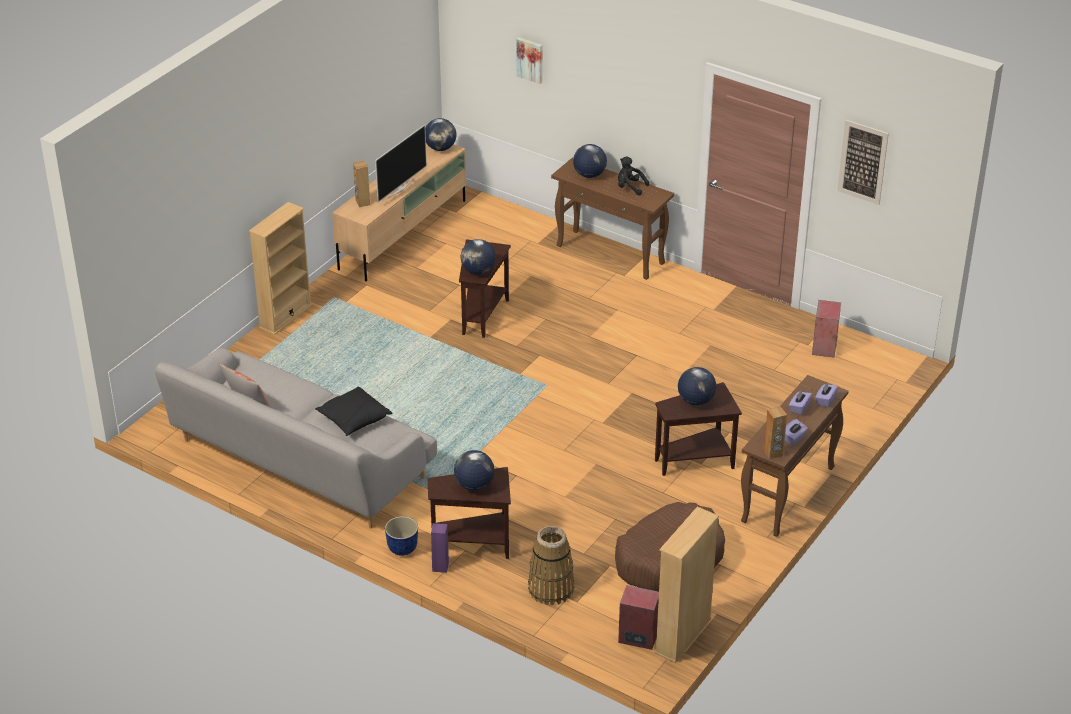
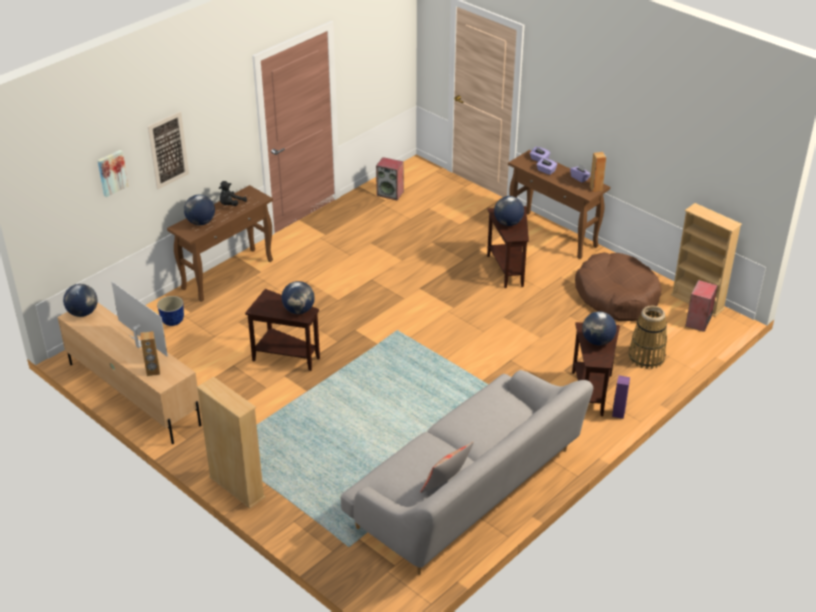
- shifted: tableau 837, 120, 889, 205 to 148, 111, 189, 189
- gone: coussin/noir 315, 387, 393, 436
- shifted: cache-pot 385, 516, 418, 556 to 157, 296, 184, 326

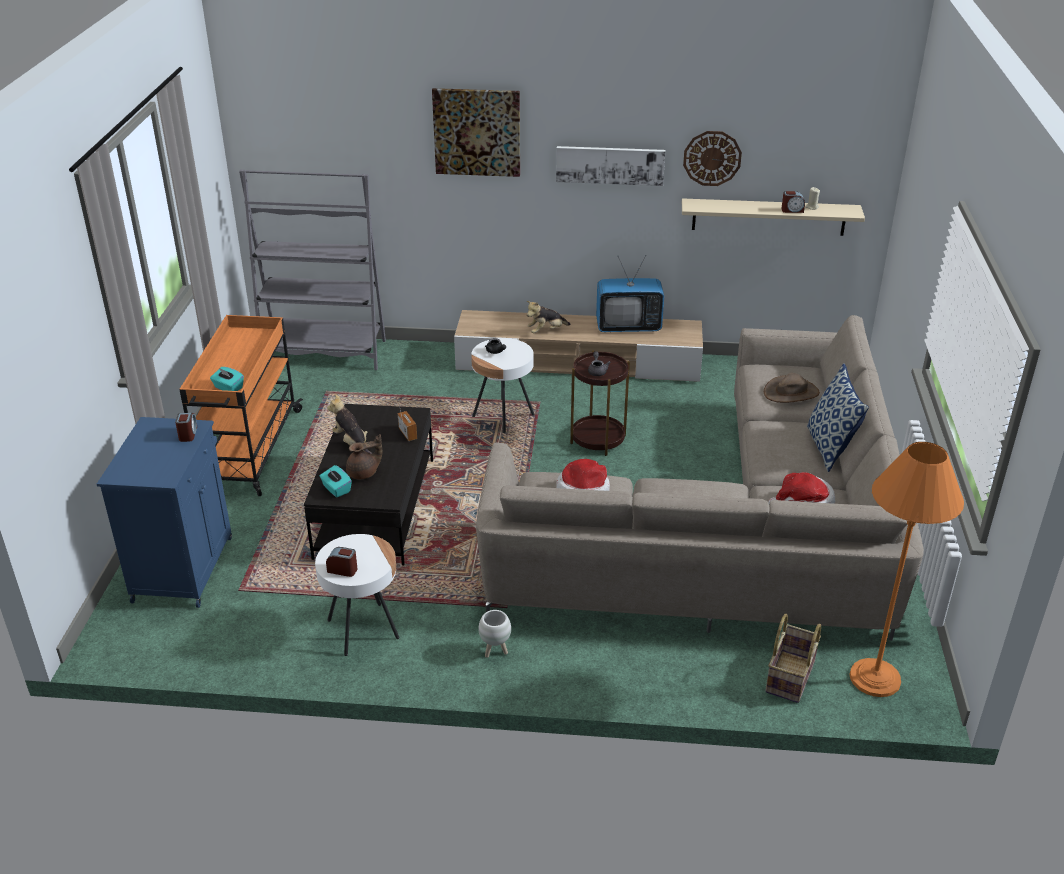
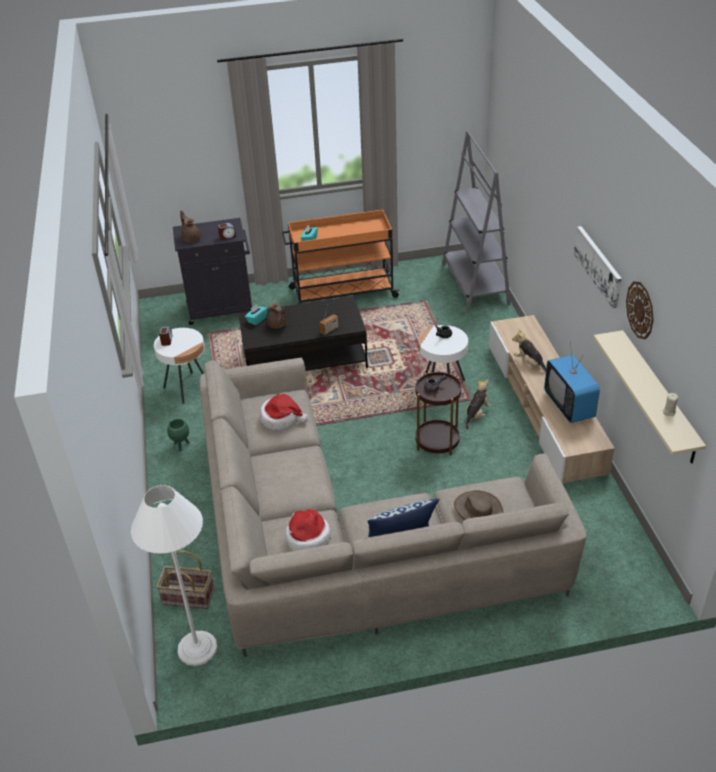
- gone: tableau 432, 88, 520, 177
- gone: réveil 781, 191, 805, 213
- shifted: peluche 327, 394, 372, 454 to 465, 379, 491, 429
- repainted: meuble de rangement/bleu 97, 417, 232, 608 to meuble de rangement/noir 173, 218, 252, 325
- repainted: lampadaire/orange 850, 442, 964, 697 to lampadaire/blanc 131, 485, 218, 666
- repainted: cache-pot/blanc 478, 610, 511, 658 to cache-pot/vert 167, 419, 190, 451
- new: théière/marron 180, 210, 201, 243

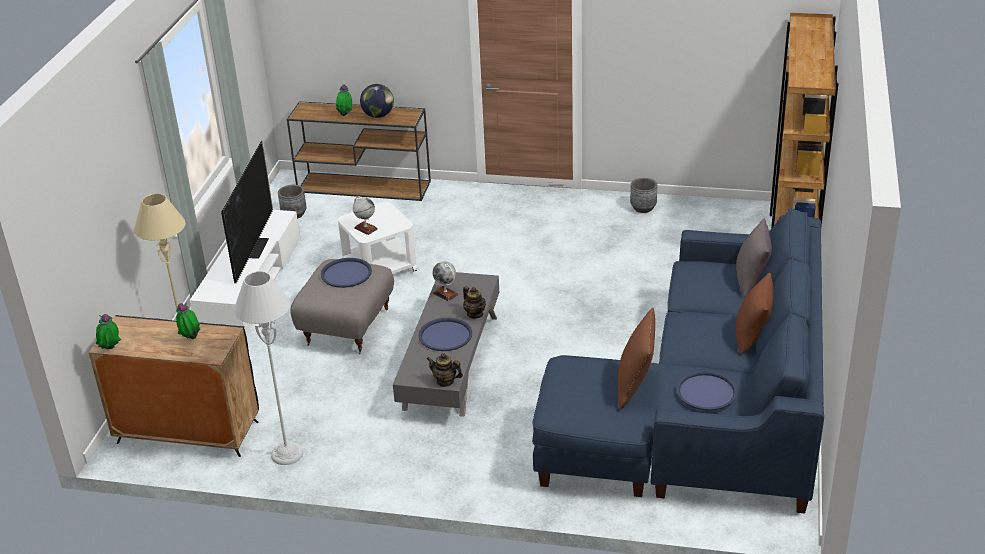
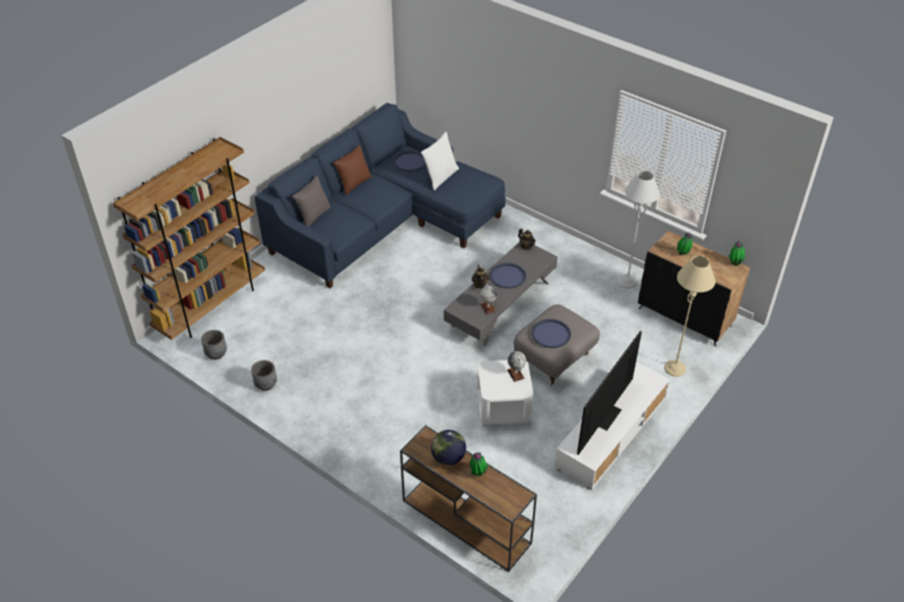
- shifted: cache-pot/gris 278, 185, 307, 219 to 201, 330, 227, 360
- repainted: coussin/marron 618, 308, 655, 410 to coussin/blanc 421, 132, 459, 190

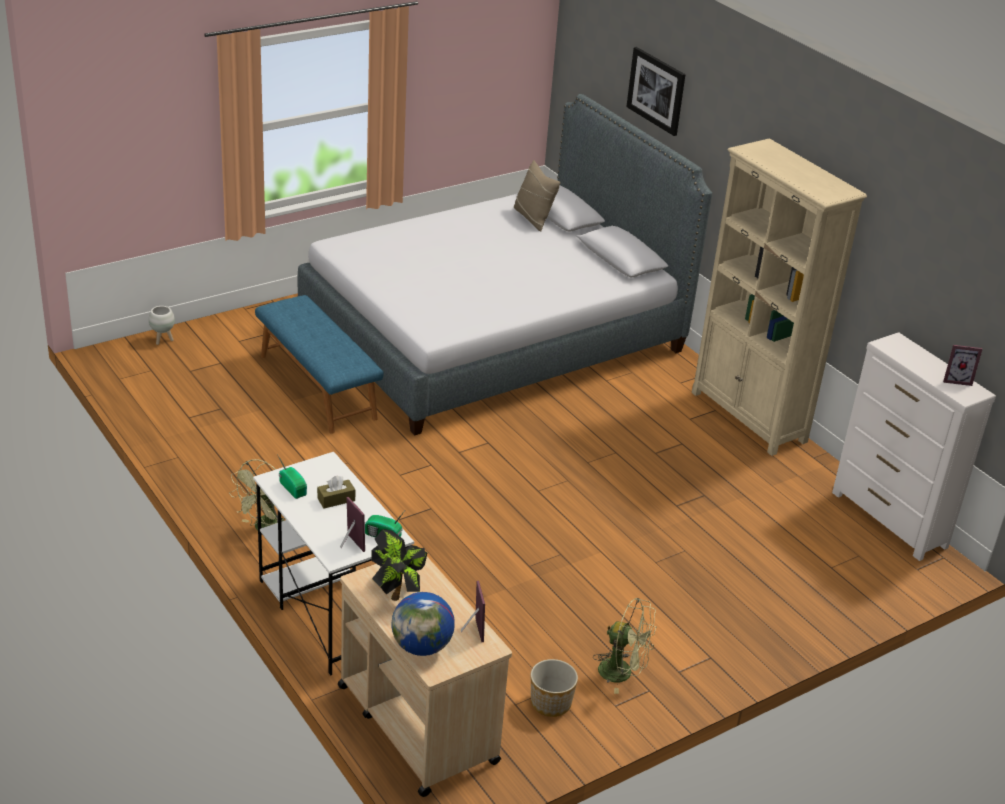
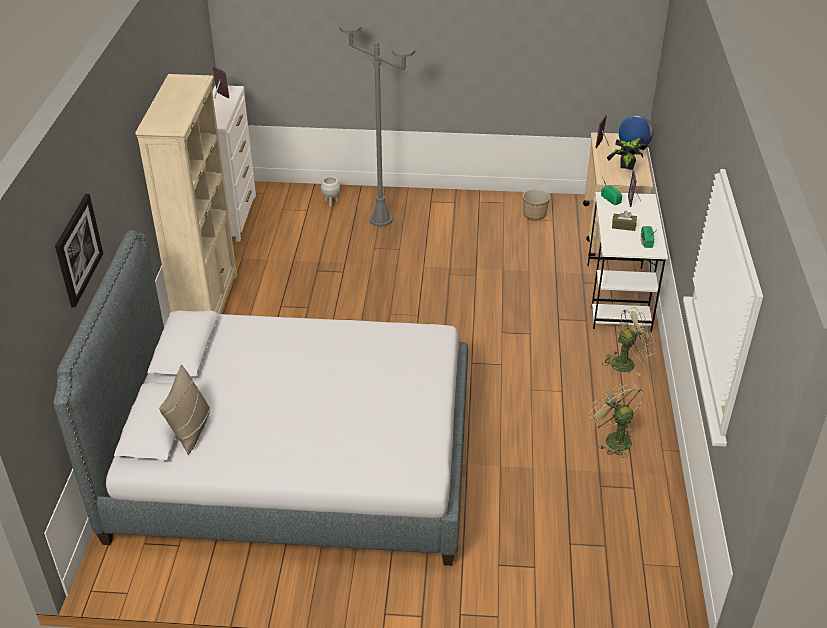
- gone: banc/bleu 255, 295, 384, 434
- shifted: cache-pot/blanc 149, 306, 175, 345 to 321, 177, 340, 207
- shifted: ventilateur/vert 593, 598, 657, 694 to 589, 381, 644, 458
- new: lampadaire/gris 339, 22, 415, 227

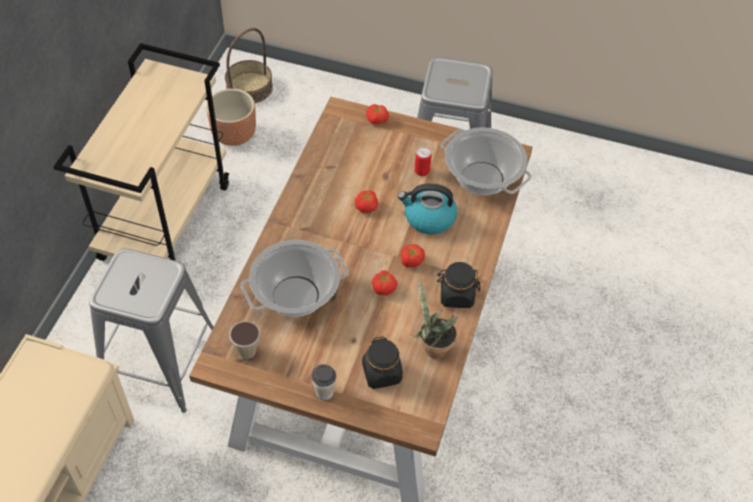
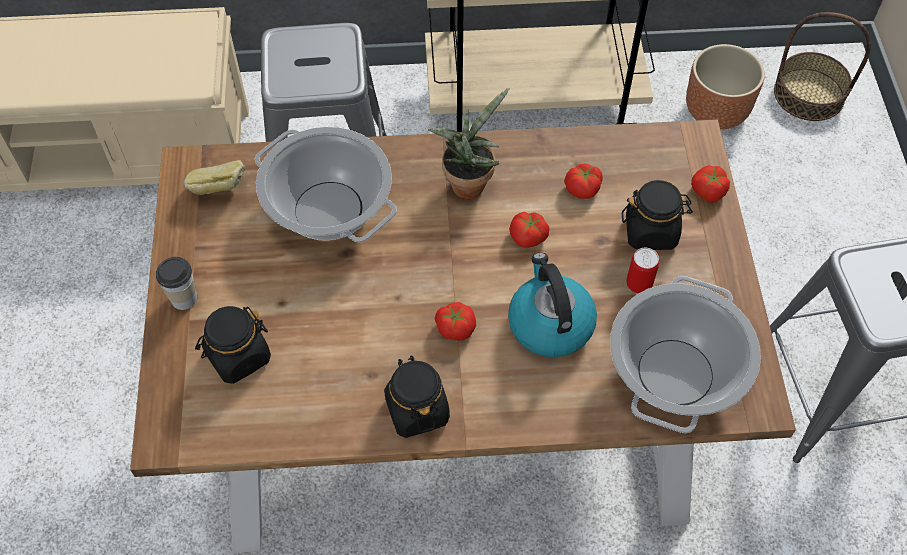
- shifted: tomate 372, 270, 397, 296 to 564, 164, 603, 199
- shifted: plante en pot 415, 280, 458, 359 to 428, 88, 510, 199
- swapped: tasse 229, 321, 260, 359 to pain 184, 160, 245, 195
- new: bocal/noir 622, 180, 693, 250

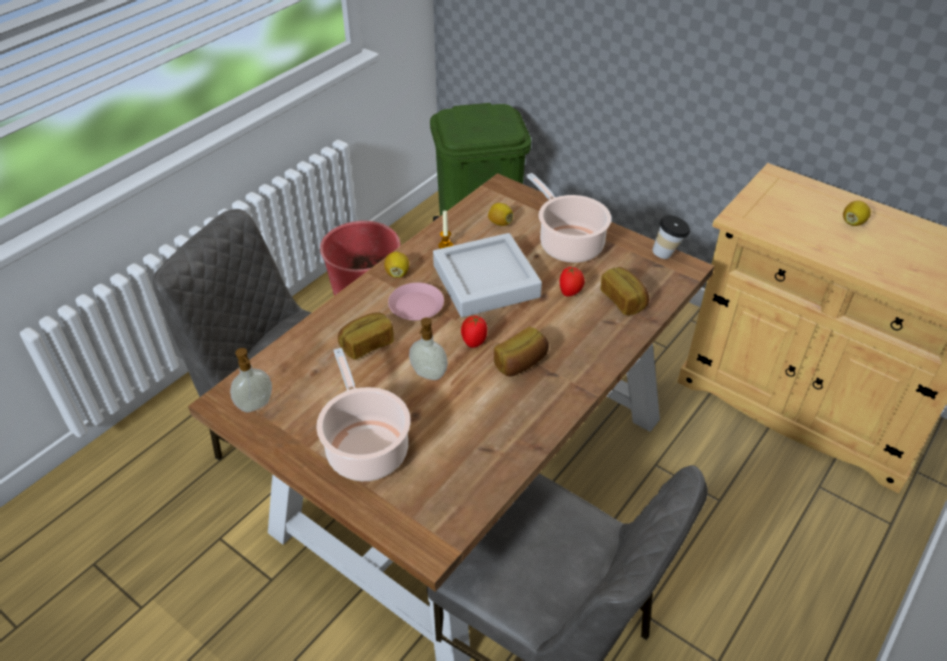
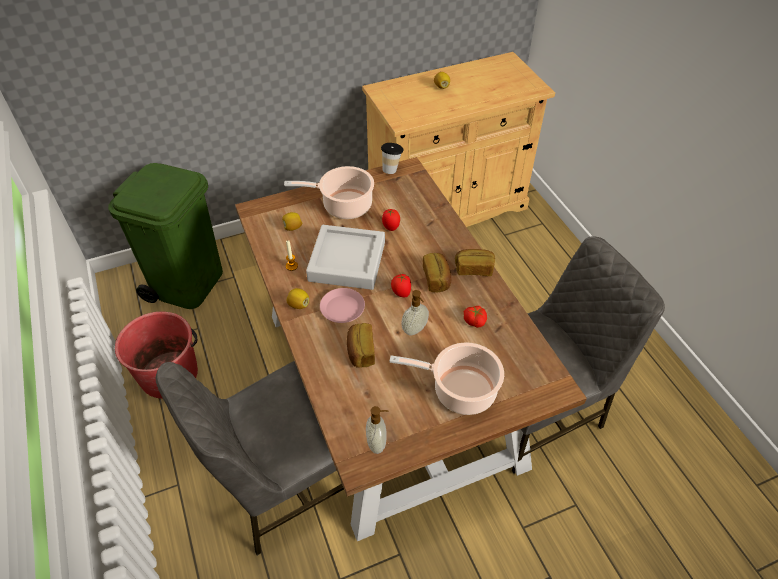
- shifted: pain 600, 267, 649, 315 to 455, 249, 495, 276
- new: tomate 464, 306, 487, 328

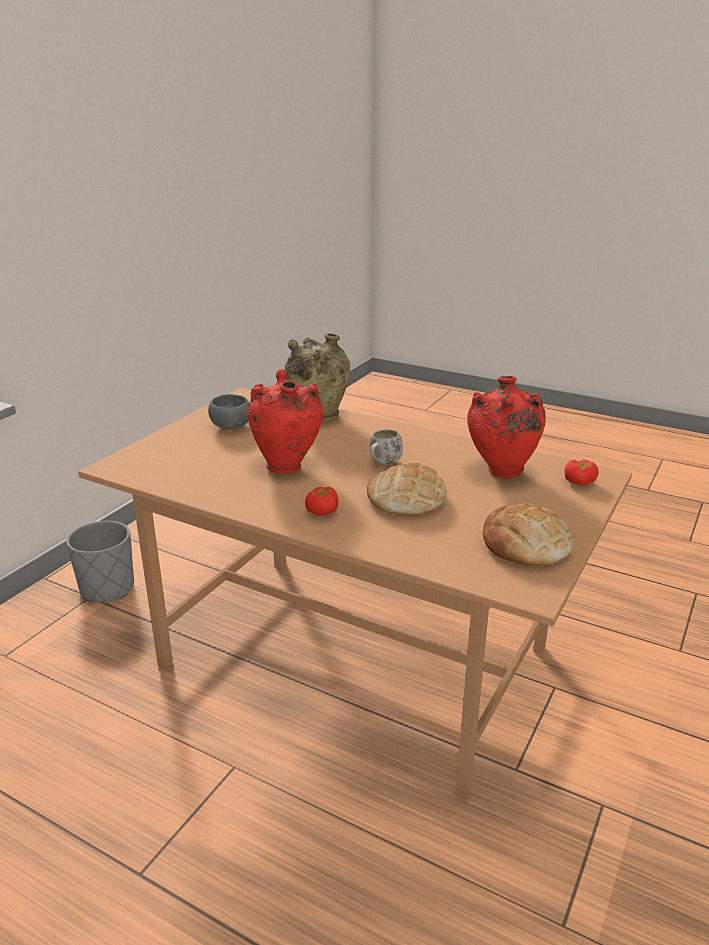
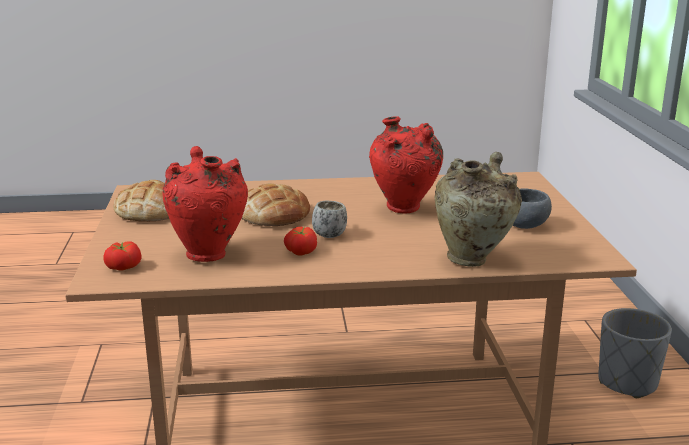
- shifted: tomate 305, 487, 338, 516 to 284, 227, 317, 256

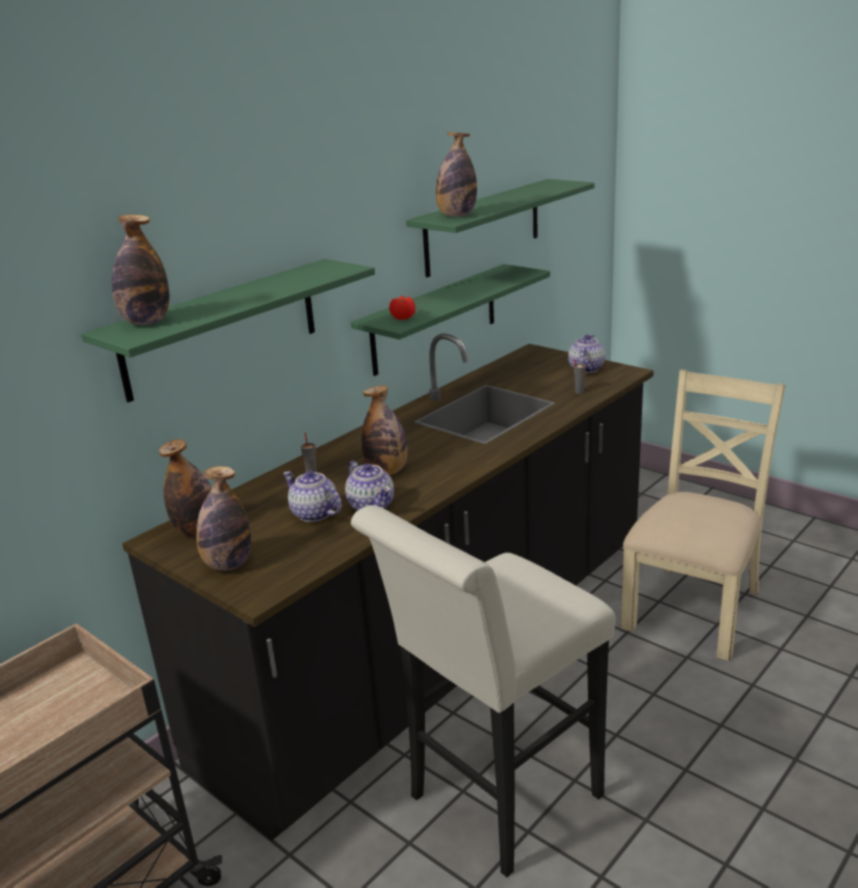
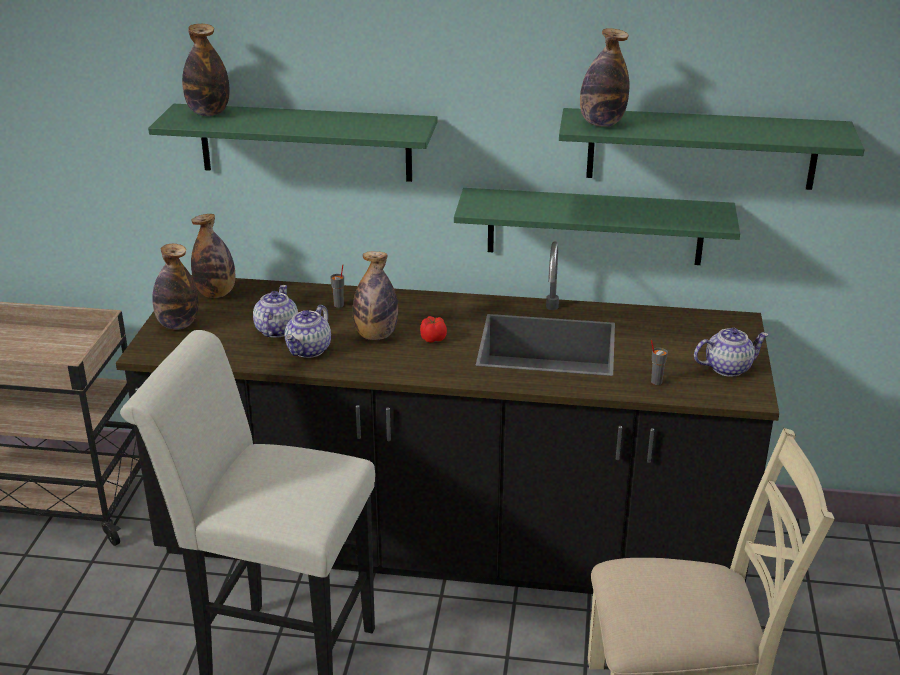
- shifted: tomate 389, 296, 416, 320 to 420, 316, 447, 342

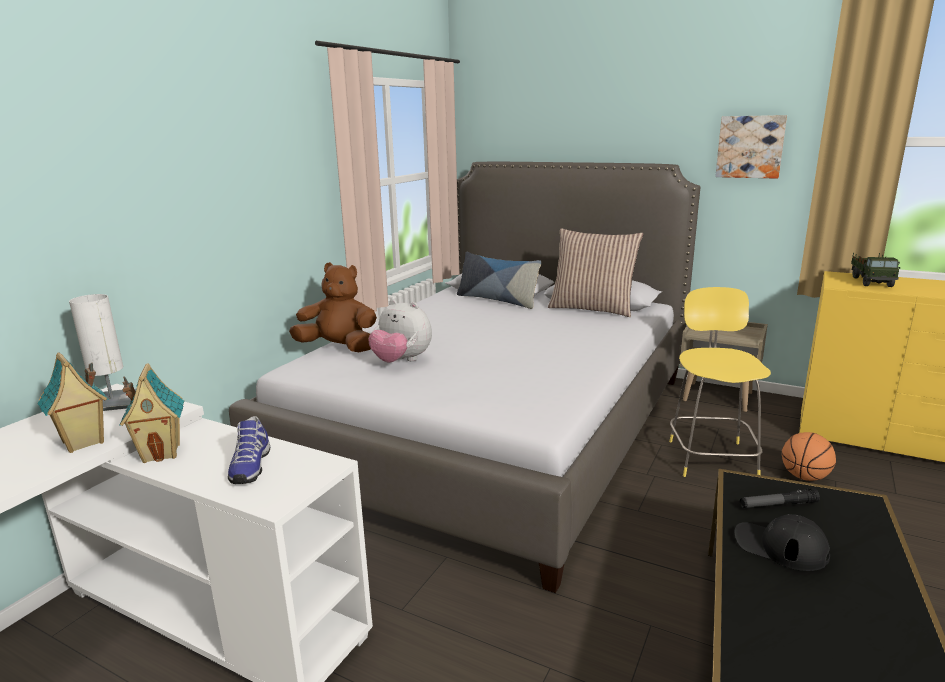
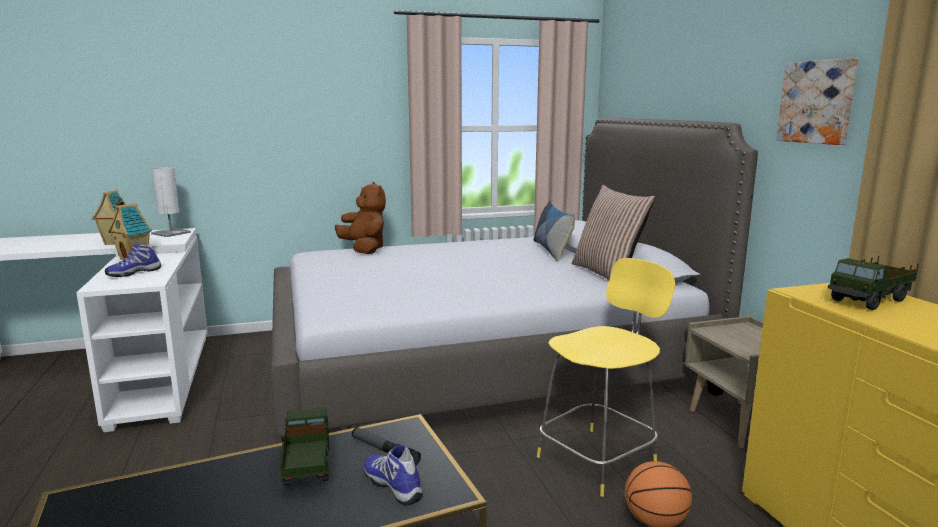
- gone: peluche 368, 300, 432, 363
- swapped: casquette/noir 734, 514, 830, 571 to camion jouet 279, 407, 329, 486
- new: chaussure 363, 445, 423, 506

